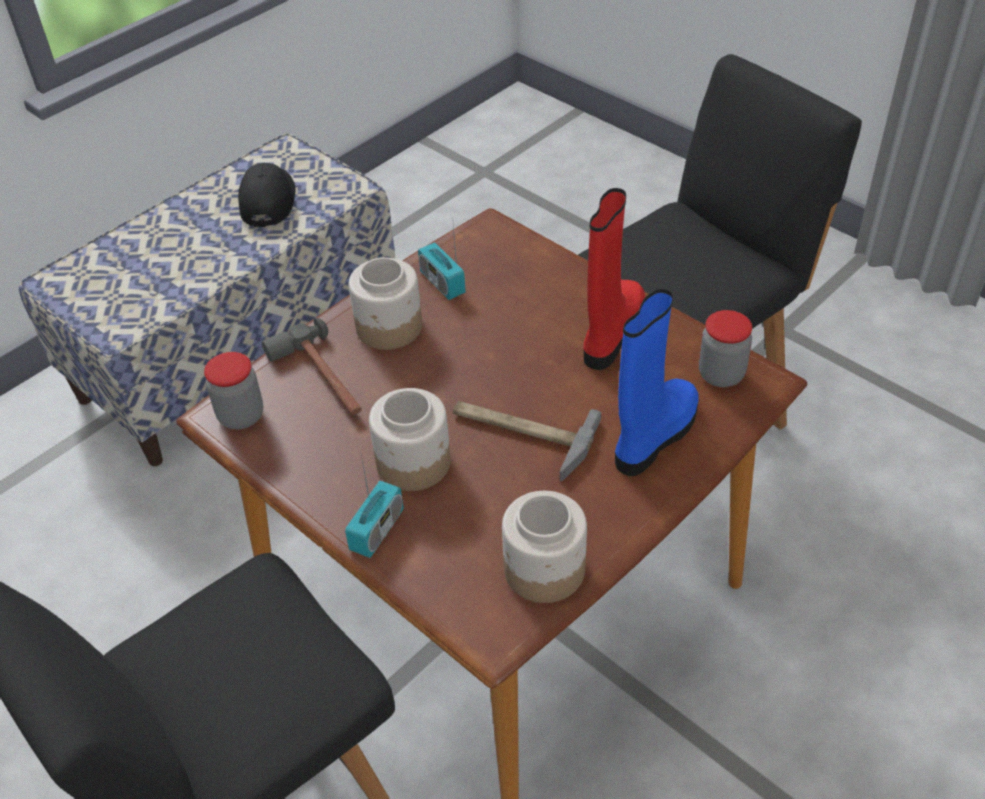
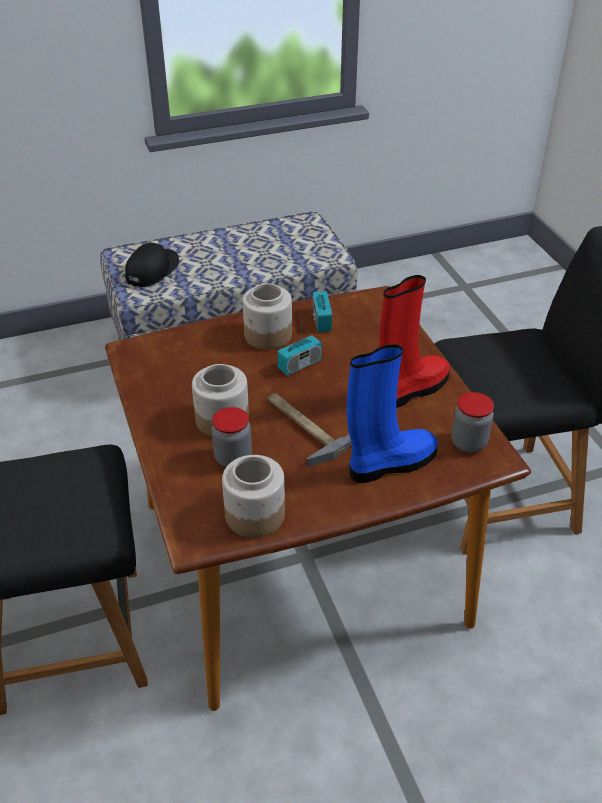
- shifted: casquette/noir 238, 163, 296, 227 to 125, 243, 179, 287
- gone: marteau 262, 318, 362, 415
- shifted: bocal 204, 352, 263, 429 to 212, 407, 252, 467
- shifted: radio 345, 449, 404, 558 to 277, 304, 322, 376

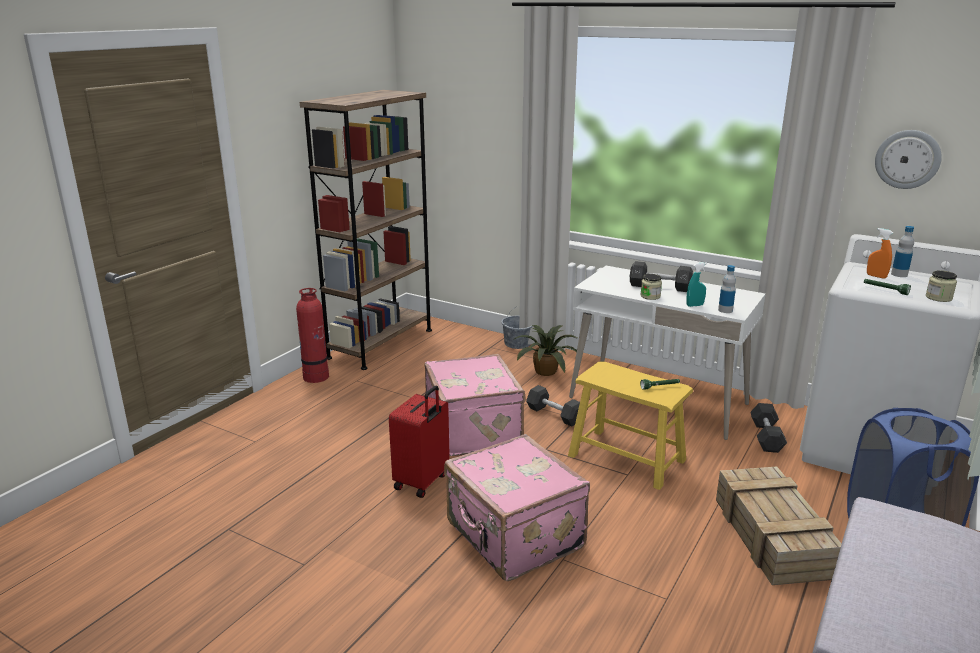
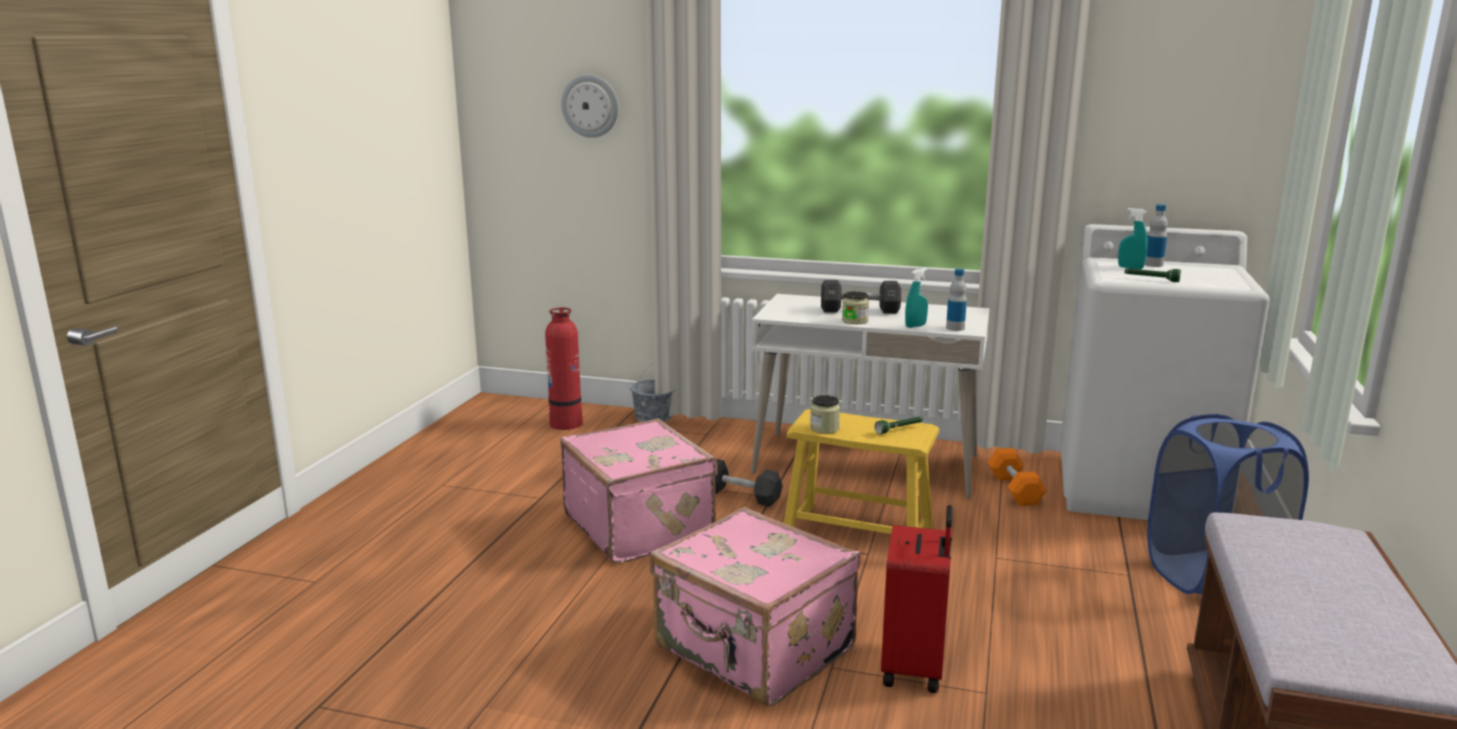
- gone: bibliothèque/marron 300, 90, 432, 370
- shifted: horloge murale 875, 130, 942, 189 to 561, 74, 618, 138
- repainted: vaporisateur/orange 867, 228, 893, 279 to vaporisateur/turquoise 1118, 208, 1148, 269
- shifted: bocal 926, 270, 957, 302 to 810, 395, 840, 434
- shifted: extincteur 296, 288, 329, 383 to 545, 308, 583, 430
- gone: plante en pot 513, 325, 579, 376
- shifted: valise/rouge 389, 386, 450, 498 to 881, 505, 953, 693
- repainted: haltère/noir 750, 403, 787, 453 to haltère/orange 987, 448, 1047, 506
- gone: caisse 716, 467, 842, 585

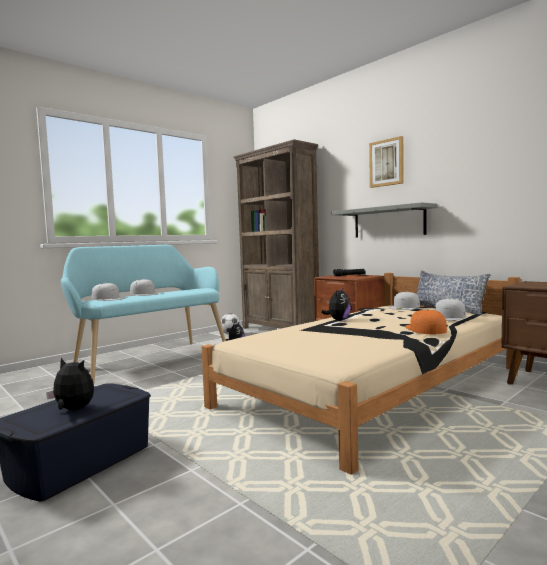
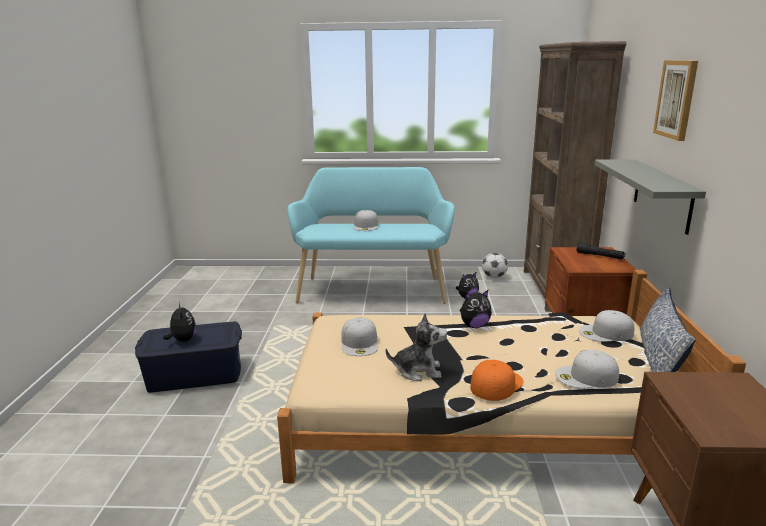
- shifted: casquette/blanc 92, 283, 125, 301 to 341, 317, 378, 356
- new: peluche 386, 313, 447, 381

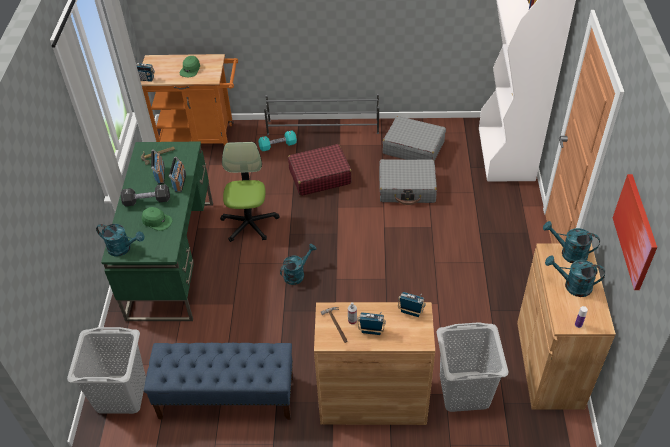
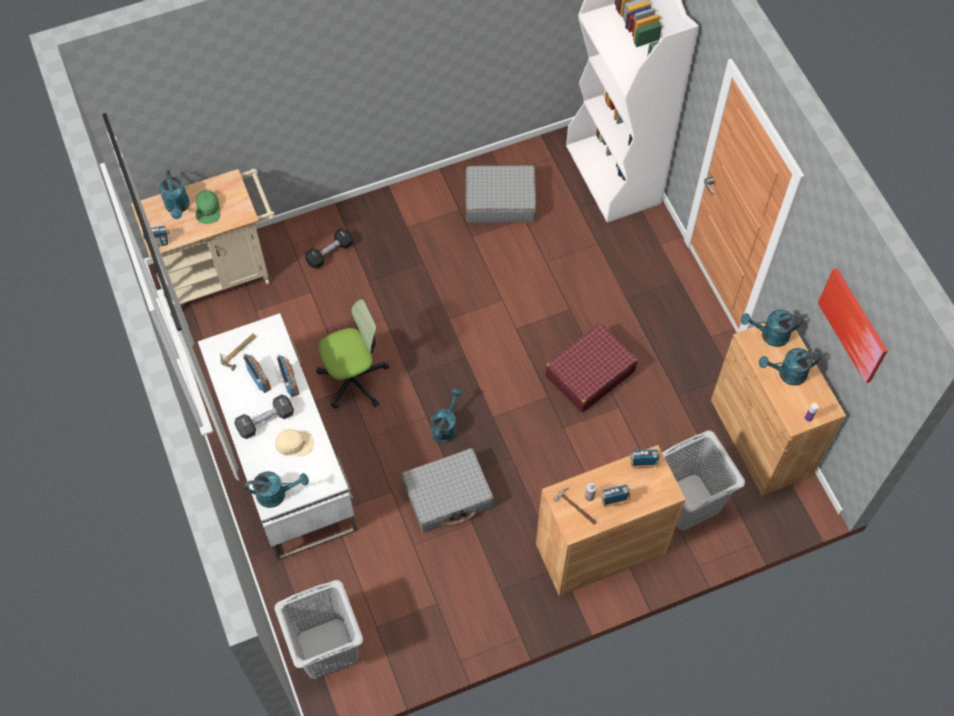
- repainted: chariot/orange 141, 54, 238, 146 to chariot/beige 131, 168, 275, 304
- gone: étagère à chaussures/gris 264, 94, 379, 135
- repainted: haltère/turquoise 258, 131, 297, 151 to haltère/noir 305, 229, 353, 269
- repainted: bureau/vert 101, 142, 213, 321 to bureau/blanc 198, 313, 357, 561
- rotated: chaise de bureau 220, 142, 280, 242 = 316, 299, 389, 409 90 degrees clockwise
- shifted: valise/rouge 288, 144, 352, 196 to 545, 323, 638, 413
- shifted: valise/gris 379, 159, 437, 205 to 401, 448, 494, 532
- repainted: casquette/vert 142, 207, 172, 231 to casquette/beige 275, 429, 314, 456
- gone: banc/bleu 144, 343, 294, 420
- new: arrosoir/turquoise 159, 170, 190, 219

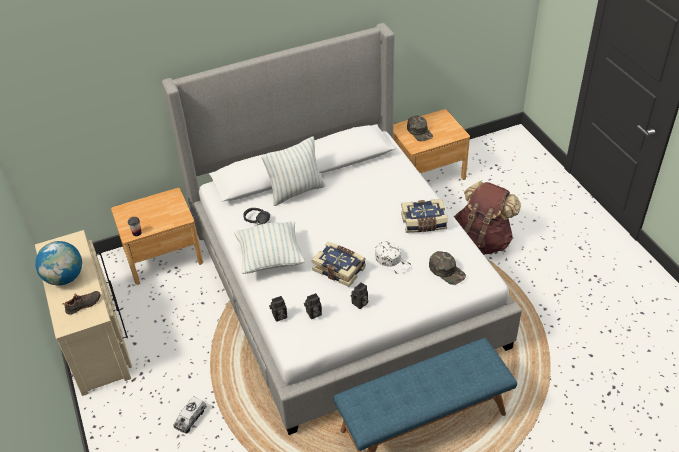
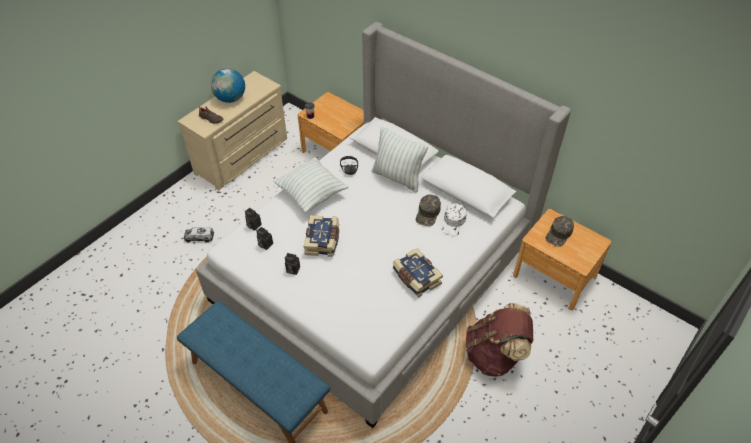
- shifted: casquette/blanc 375, 241, 411, 274 to 442, 203, 467, 235
- shifted: casquette/vert 429, 251, 466, 285 to 416, 194, 441, 226

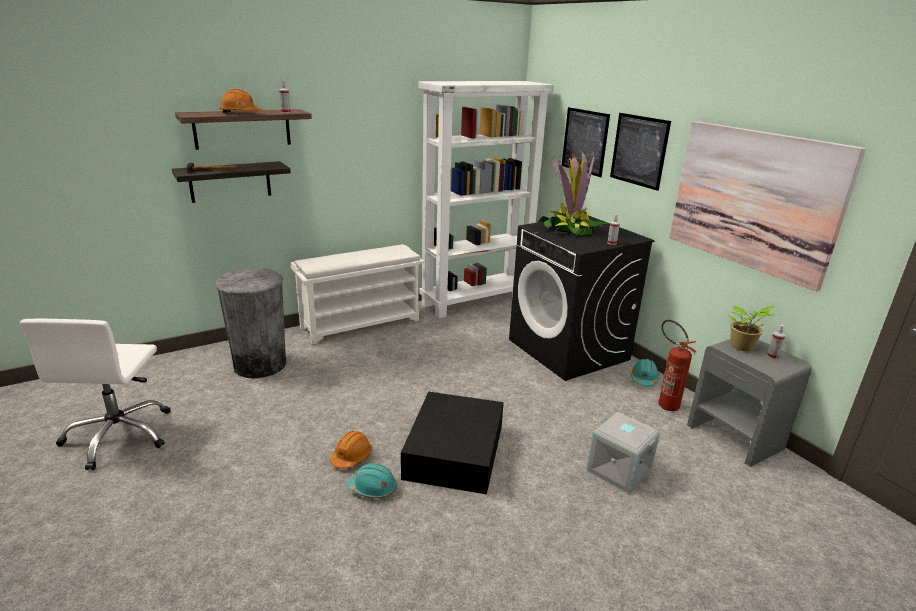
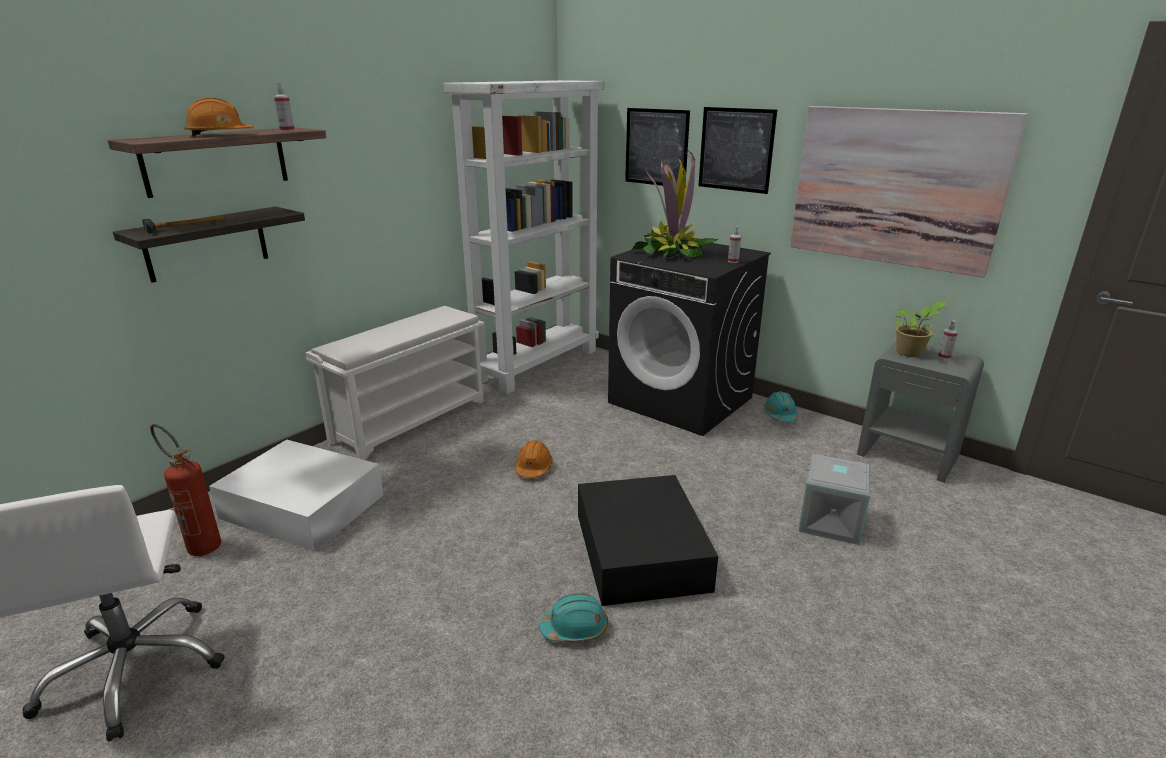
- swapped: poubelle/gris 215, 268, 286, 378 to boîte de rangement/blanc 209, 440, 384, 551
- shifted: extincteur 659, 320, 696, 411 to 150, 424, 221, 556
- shifted: casque de chantier/orange 330, 431, 372, 469 to 515, 441, 553, 478

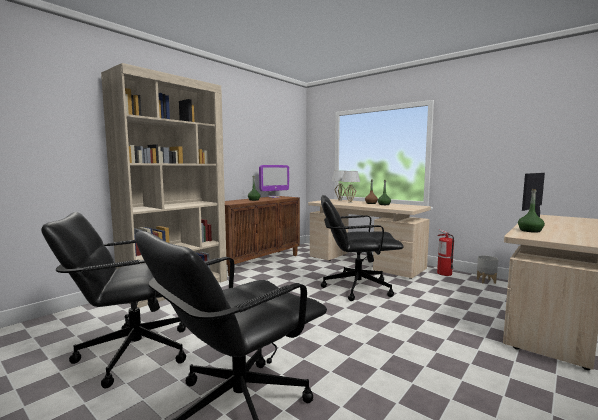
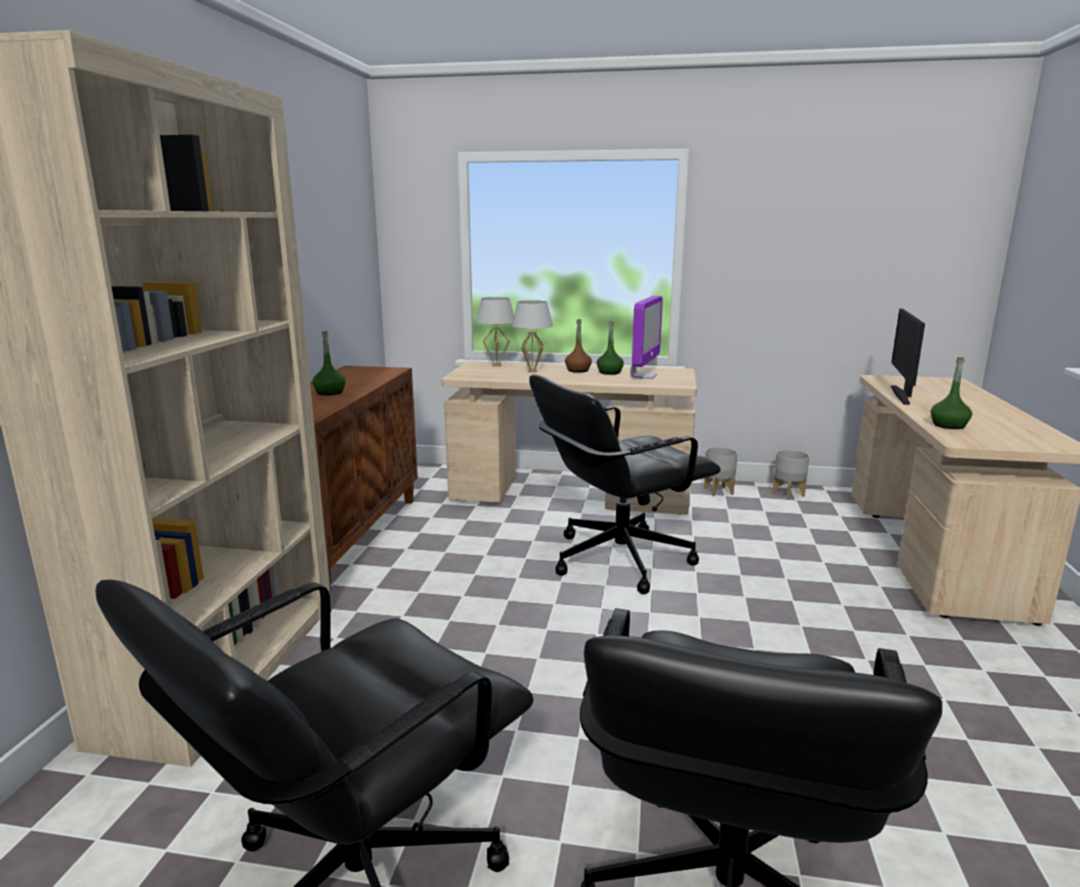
- shifted: écran d'ordinateur 259, 165, 289, 198 to 630, 296, 663, 379
- swapped: extincteur 437, 229, 454, 276 to cache-pot/gris 704, 447, 738, 496

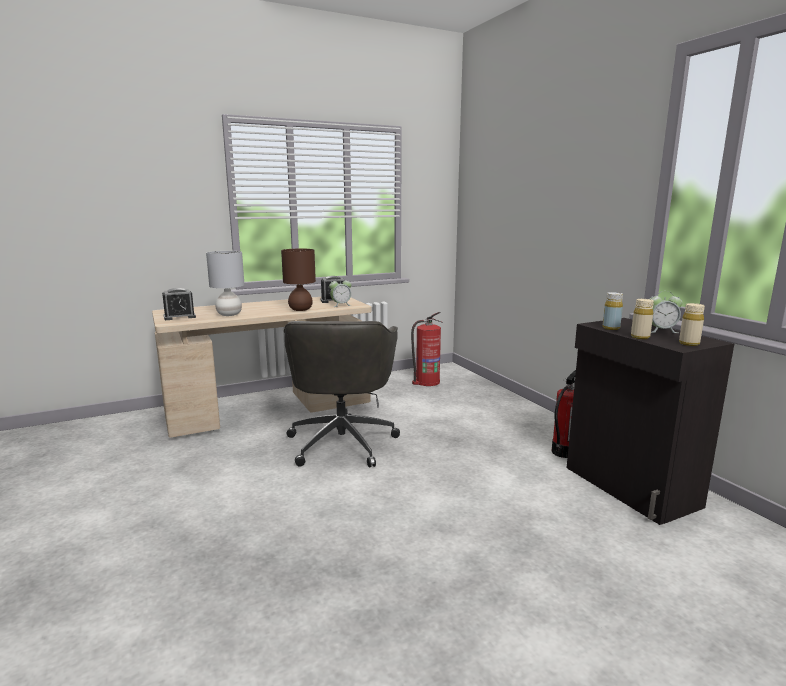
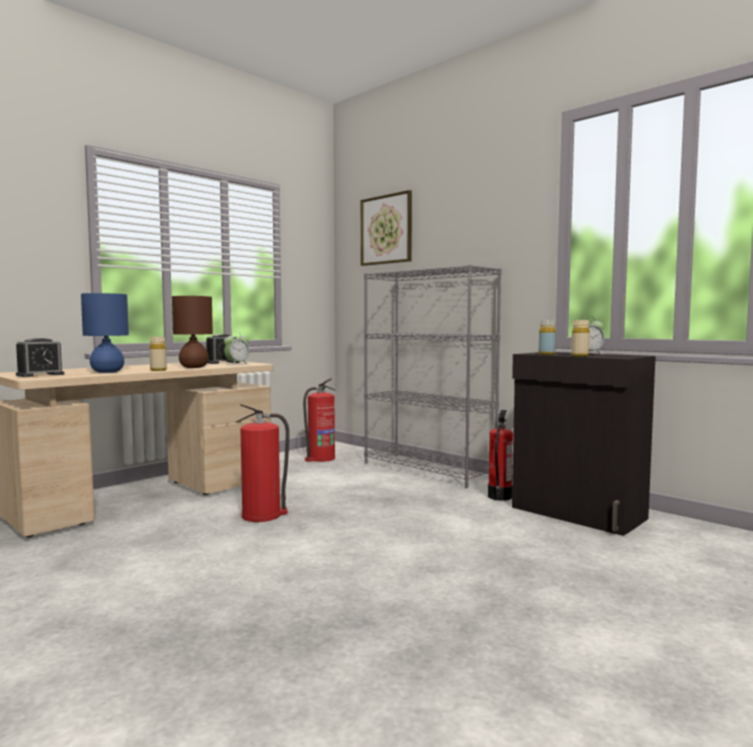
- repainted: lampe de table/gris 206, 251, 245, 316 to lampe de table/bleu 81, 293, 129, 373
- shifted: bouteille/beige 679, 303, 705, 346 to 150, 337, 167, 371
- swapped: chaise de bureau/gris 284, 321, 400, 467 to extincteur 235, 404, 289, 522
- new: tableau 361, 190, 412, 266
- new: bibliothèque/gris 364, 265, 502, 488

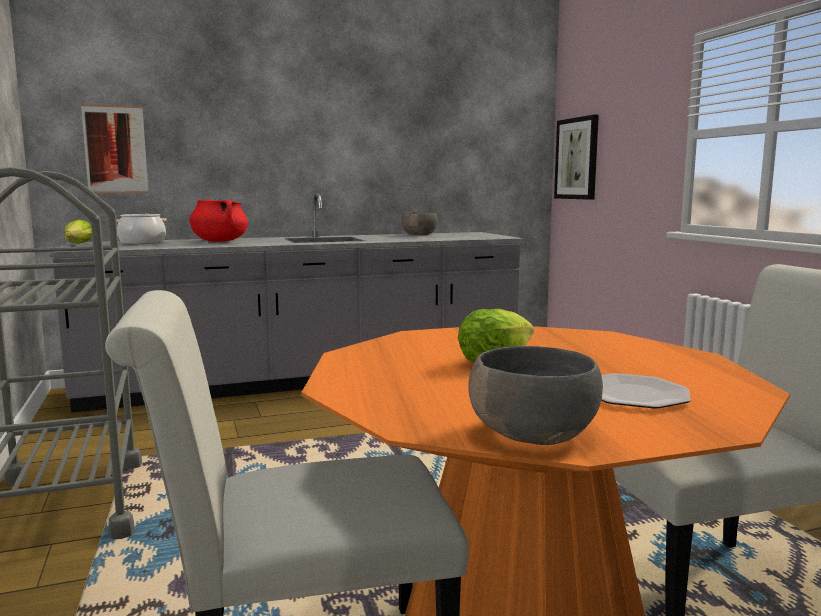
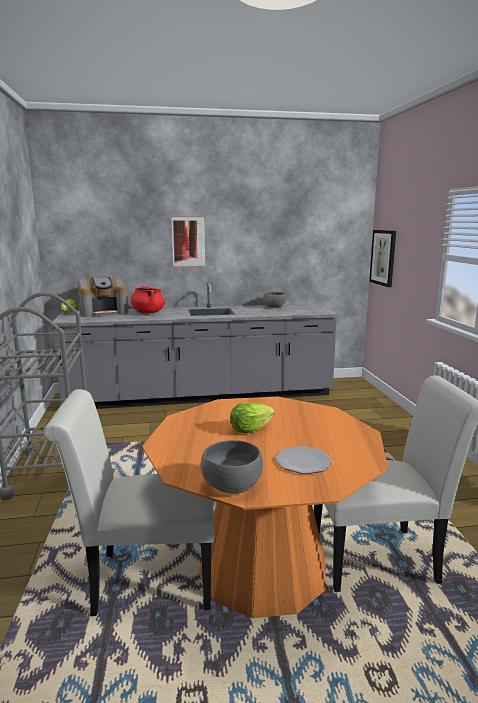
- shifted: tableau 81, 104, 149, 193 to 171, 216, 205, 267
- swapped: marmite 116, 214, 166, 244 to machine à café 78, 277, 128, 317

